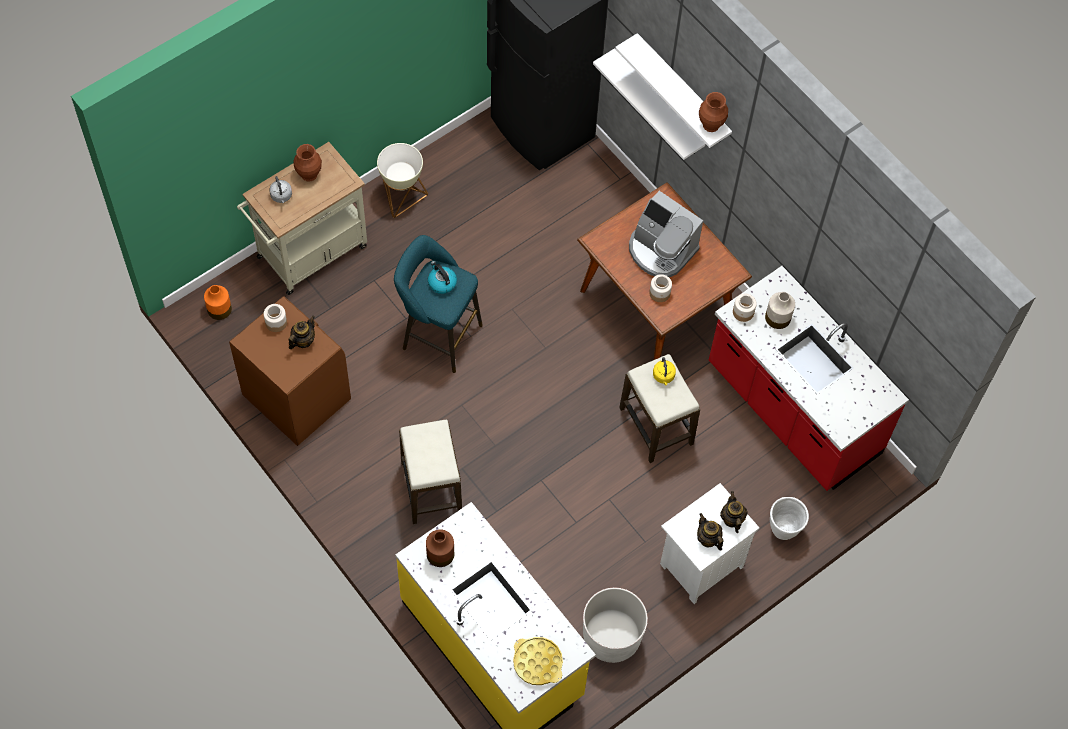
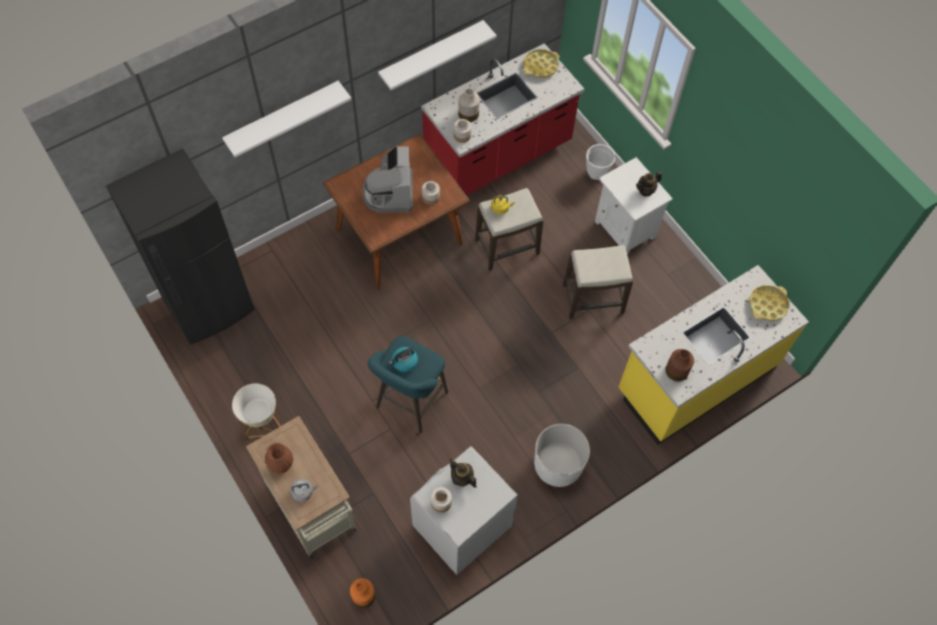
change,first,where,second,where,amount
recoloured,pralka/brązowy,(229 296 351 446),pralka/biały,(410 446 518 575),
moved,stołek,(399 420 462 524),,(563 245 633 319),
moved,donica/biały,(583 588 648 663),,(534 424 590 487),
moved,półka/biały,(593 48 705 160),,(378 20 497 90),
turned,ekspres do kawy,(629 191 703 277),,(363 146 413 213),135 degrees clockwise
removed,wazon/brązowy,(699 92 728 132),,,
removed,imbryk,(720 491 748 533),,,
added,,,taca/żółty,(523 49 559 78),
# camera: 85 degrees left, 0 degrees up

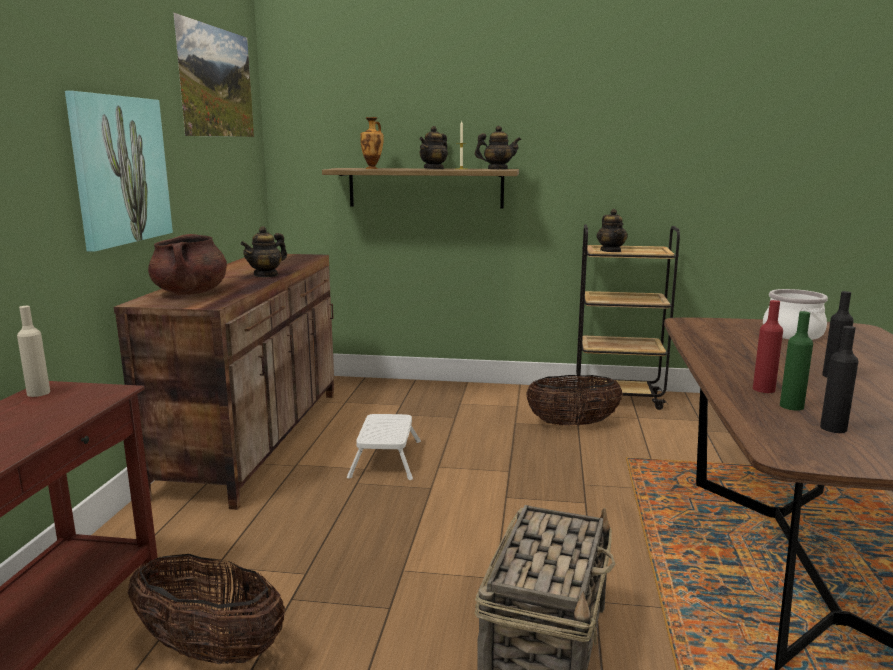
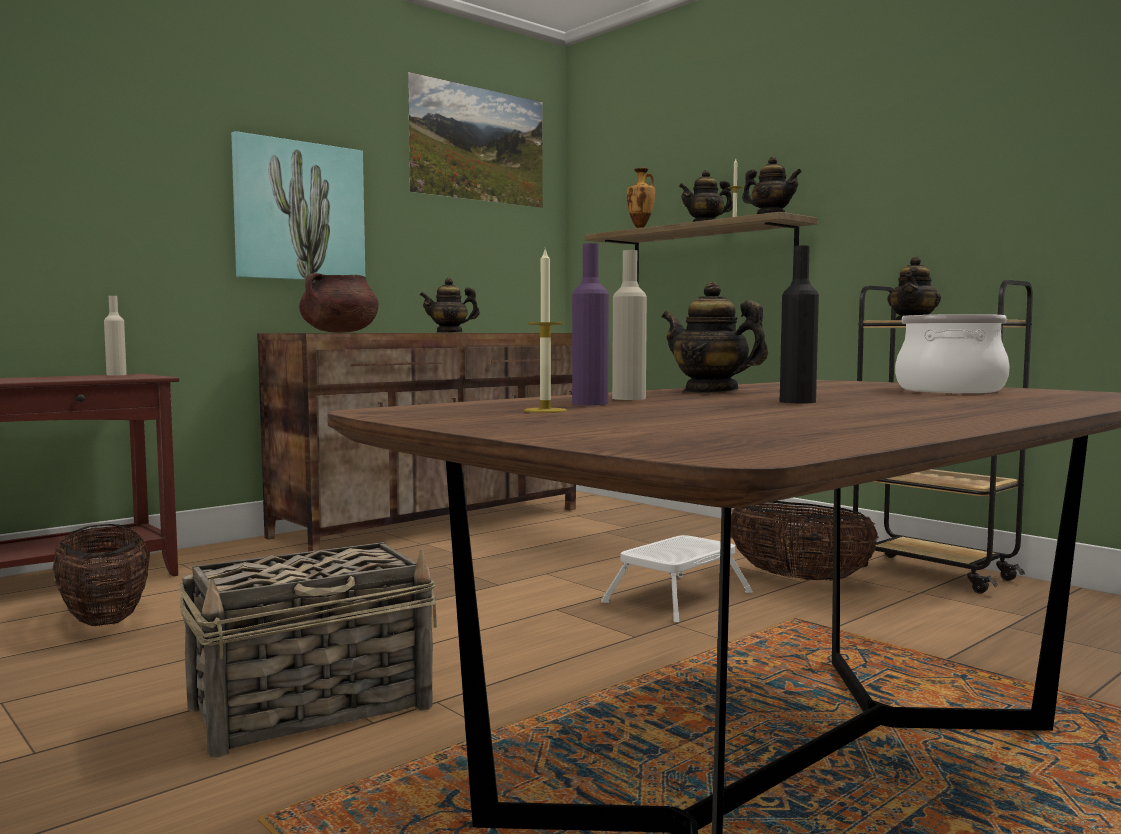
change,first,where,second,where,amount
moved,drabinka/biały,(347 414 421 480),,(601 535 753 622),
recoloured,butelka/czerwony,(753 300 783 393),butelka/beżowy,(612 250 647 400),
recoloured,butelka/zielony,(780 311 813 411),butelka/fioletowy,(572 243 609 405),
replaced,butelka/czarny,(820 326 858 433),świeca,(524 249 567 413),
added,,,imbryk,(662 282 768 393),
# camera: 40 degrees right, 10 degrees down

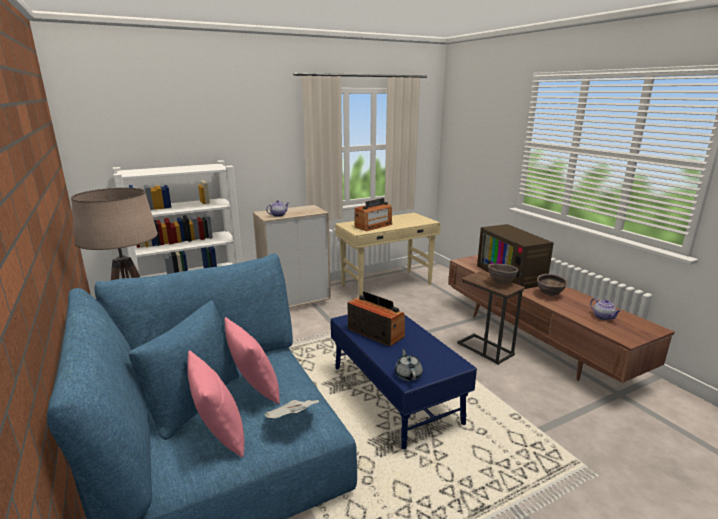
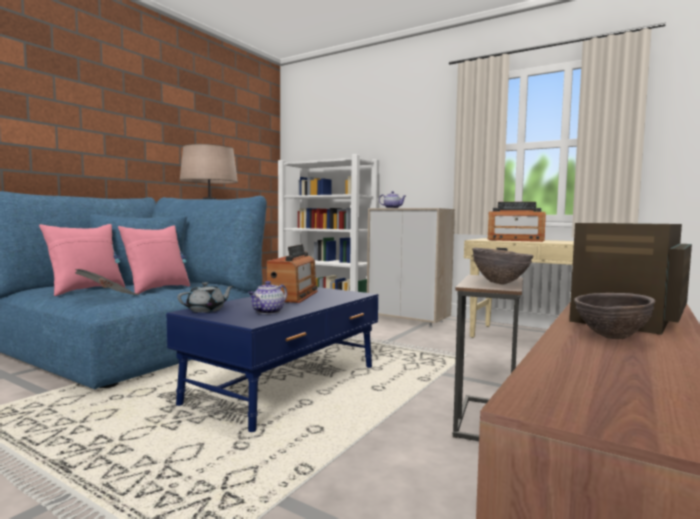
change,first,where,second,where,amount
moved,imbryk,(590 298 621 320),,(248 281 287 314),
# camera: 60 degrees right, 15 degrees down

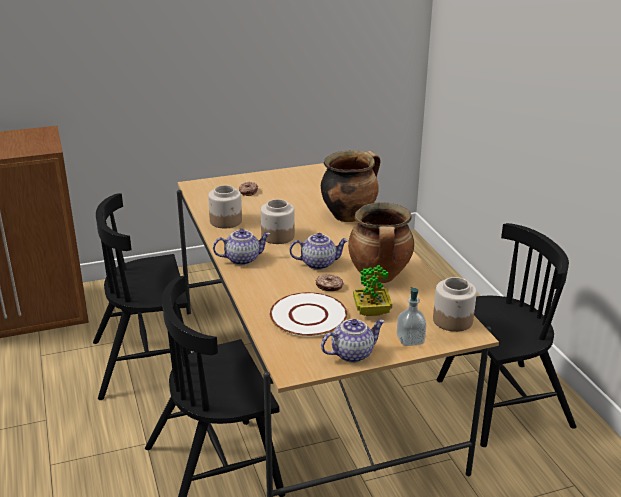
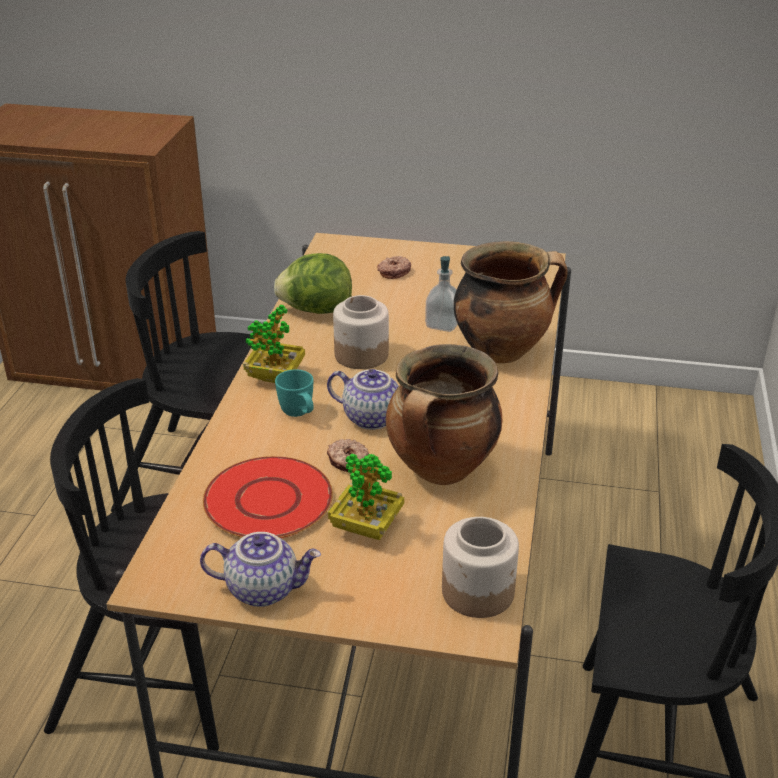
change,first,where,second,where,amount
replaced,słoik,(208 185 242 228),sałata,(274 253 352 314),
replaced,imbryk,(213 229 270 265),roślina doniczkowa,(243 305 305 383),
recoloured,talerz/biały,(270 292 347 337),talerz/czerwony,(203 456 333 538),
moved,dozownik mydła,(397 287 427 346),,(425 256 458 332),
added,,,kubek/turkusowy,(275 369 314 417),
# camera: 30 degrees right, 5 degrees up

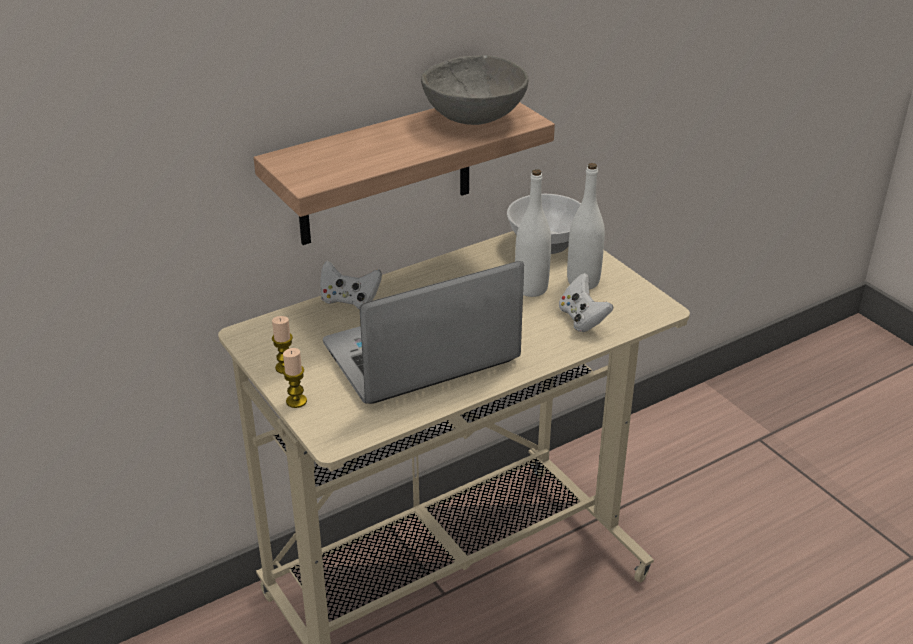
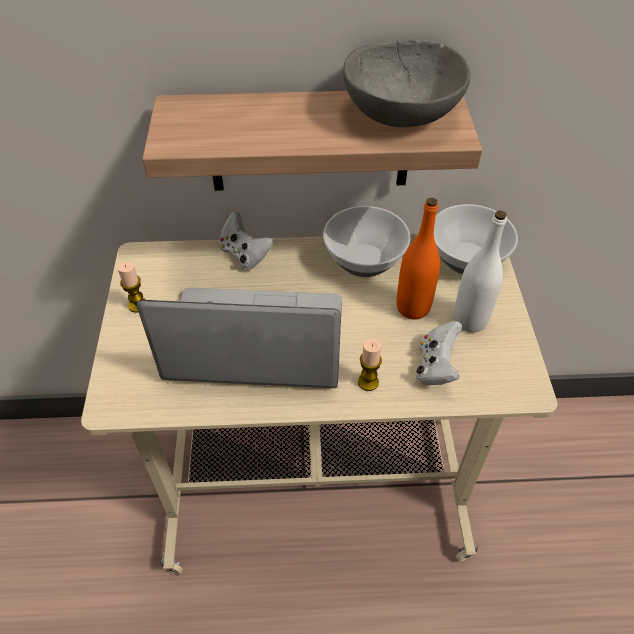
change,first,where,second,where,amount
moved,świeca,(283 348 307 408),,(358 339 382 391),
recoloured,butelka/biały,(515 169 551 297),butelka/pomarańczowy,(397 198 440 320),
added,,,miska,(323 206 410 277),
# camera: 30 degrees right, 15 degrees up

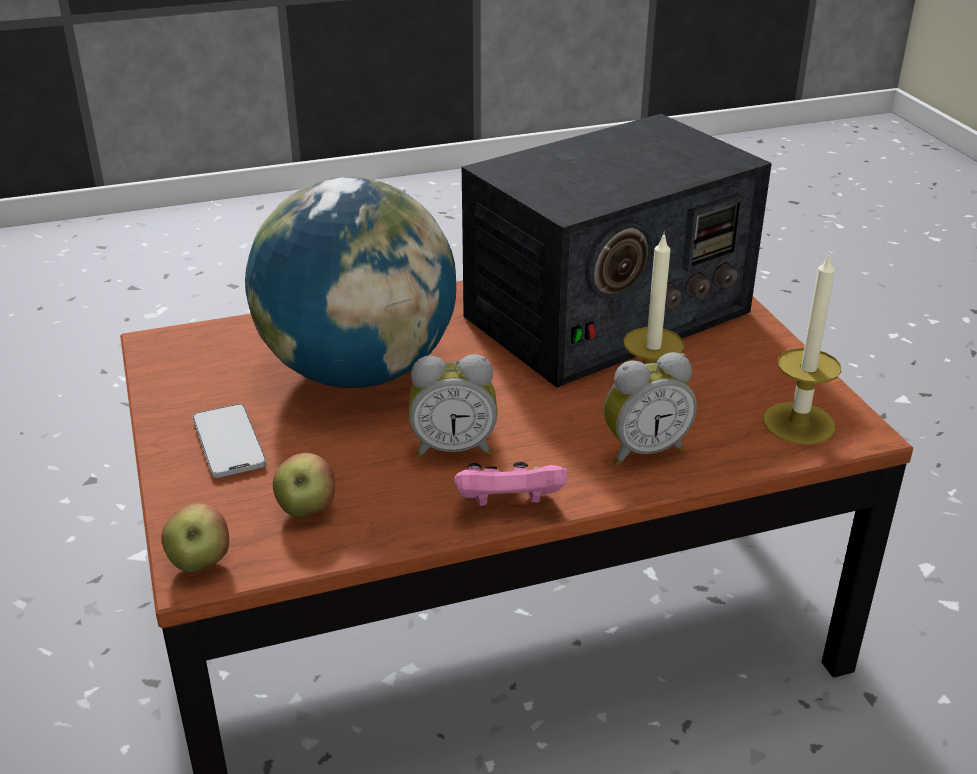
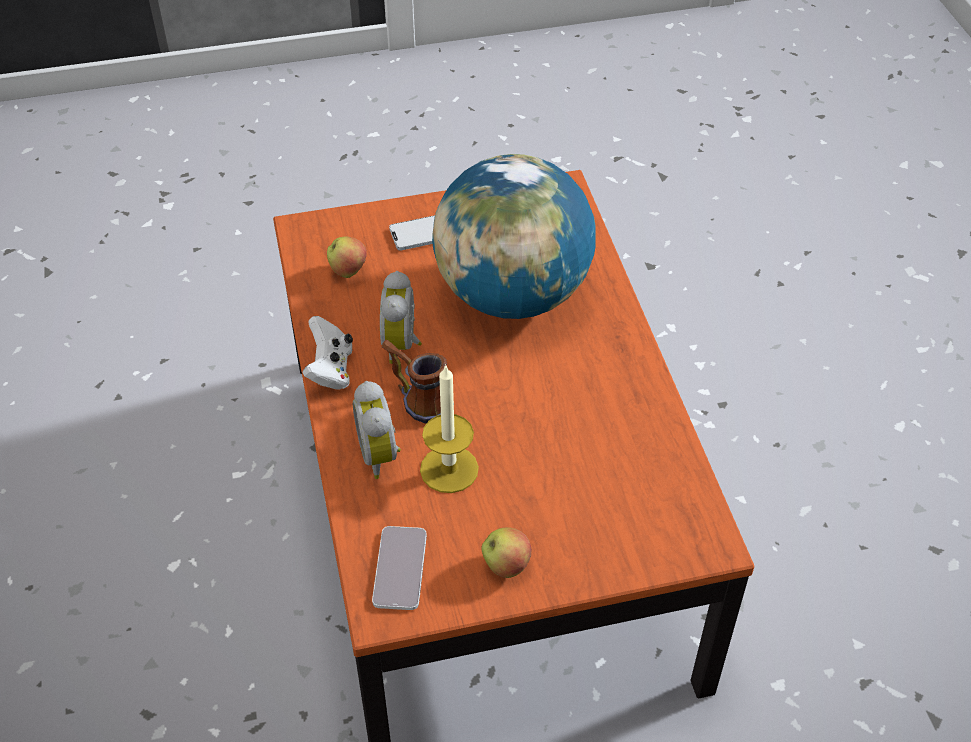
change,first,where,second,where,amount
moved,jabłko,(161 503 229 573),,(481 527 532 578),
recoloured,pad do gier/różowy,(454 462 567 506),pad do gier/biały,(302 316 353 390),
removed,radio,(462 114 772 387),,,
replaced,świeca,(763 252 842 445),telefon,(372 526 427 610),
added,,,kubek,(382 340 447 424),
# camera: 95 degrees right, 15 degrees up

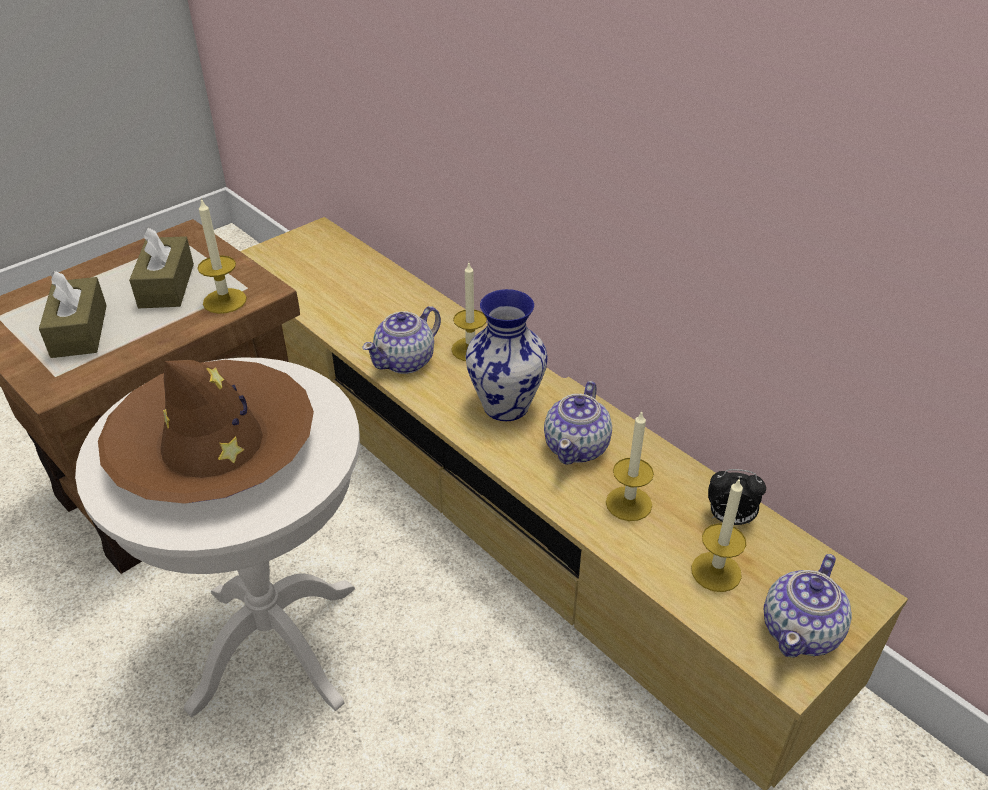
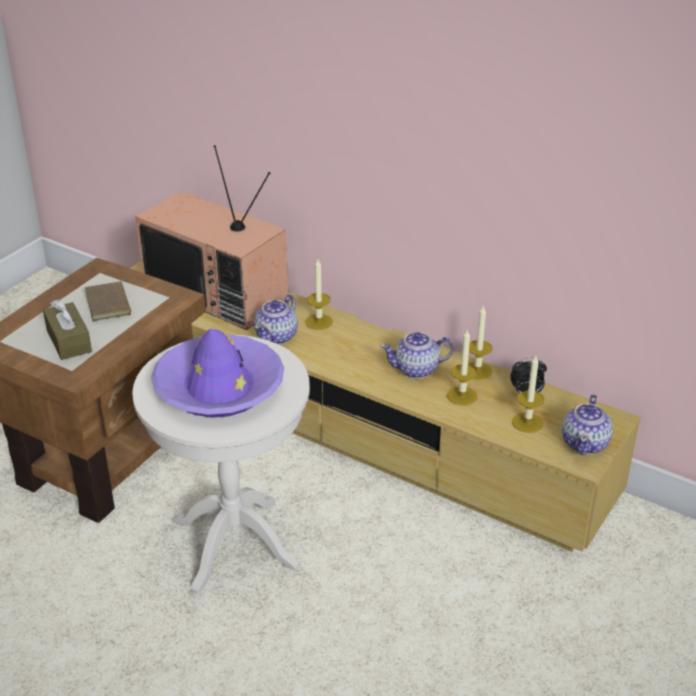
change,first,where,second,where,amount
recoloured,kapelusz/brązowy,(98 360 314 504),kapelusz/fioletowy,(151 329 284 418),
replaced,pudełko chusteczek/brązowy,(129 227 194 308),książka/brązowy,(85 279 134 321),
moved,świeca,(197 198 247 314),,(468 306 492 380),
removed,wazon,(465 289 548 421),,,
turned,imbryk,(544 381 612 465),,(380 332 454 378),75 degrees clockwise
added,,,telewizor,(135 145 288 330),
# camera: 15 degrees left, 5 degrees down

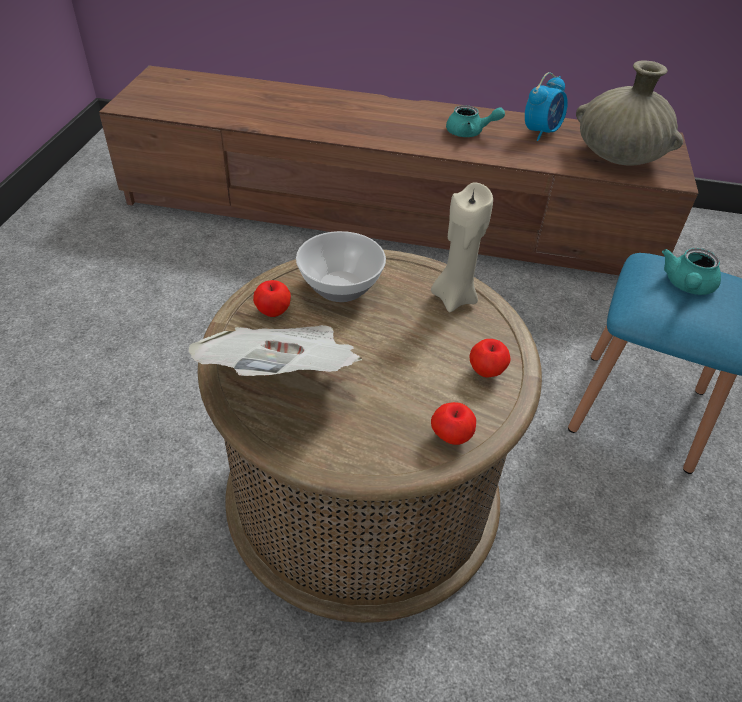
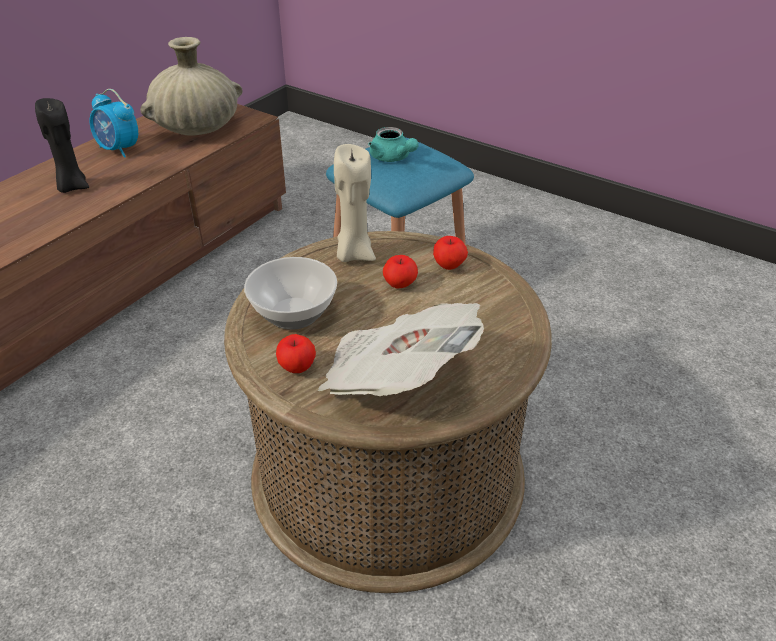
change,first,where,second,where,amount
moved,jabłko,(431 402 476 445),,(383 255 418 288),
replaced,imbryk/turkusowy,(446 105 505 137),świeca/czarny,(35 98 89 193),
turned,budzik,(525 72 568 141),,(90 89 138 158),150 degrees clockwise
# camera: 65 degrees left, 5 degrees down

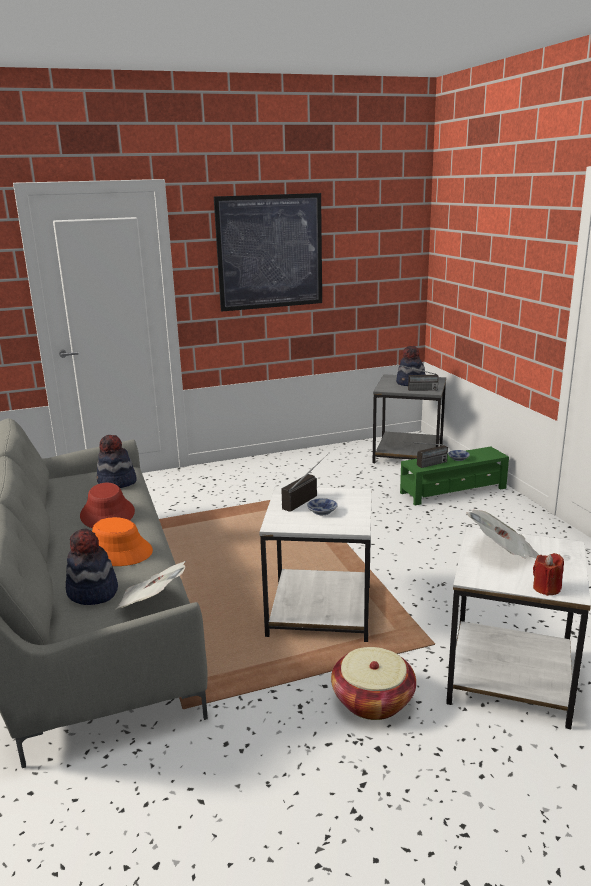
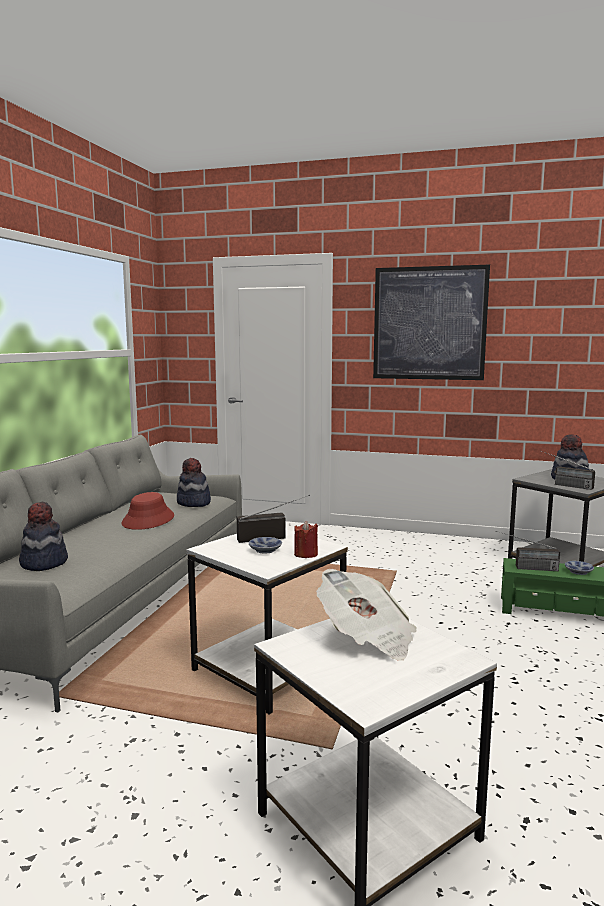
change,first,where,second,where,amount
removed,kapelusz/pomarańczowy,(92 517 153 566),,,
removed,gazeta,(115 561 186 610),,,
removed,koszyk,(331 647 416 720),,,
moved,świeca/czerwony,(533 553 564 596),,(294 521 318 558),
# camera: 35 degrees right, 10 degrees down

